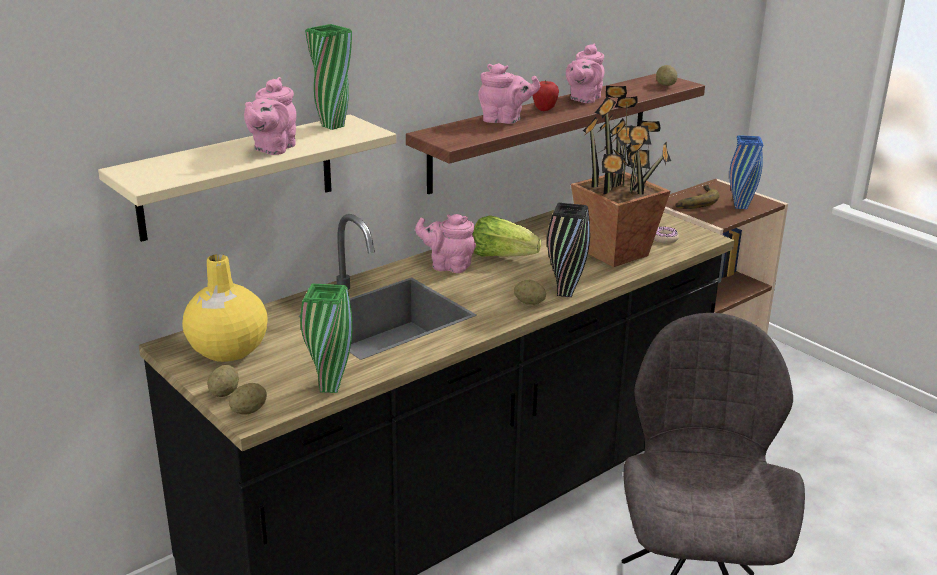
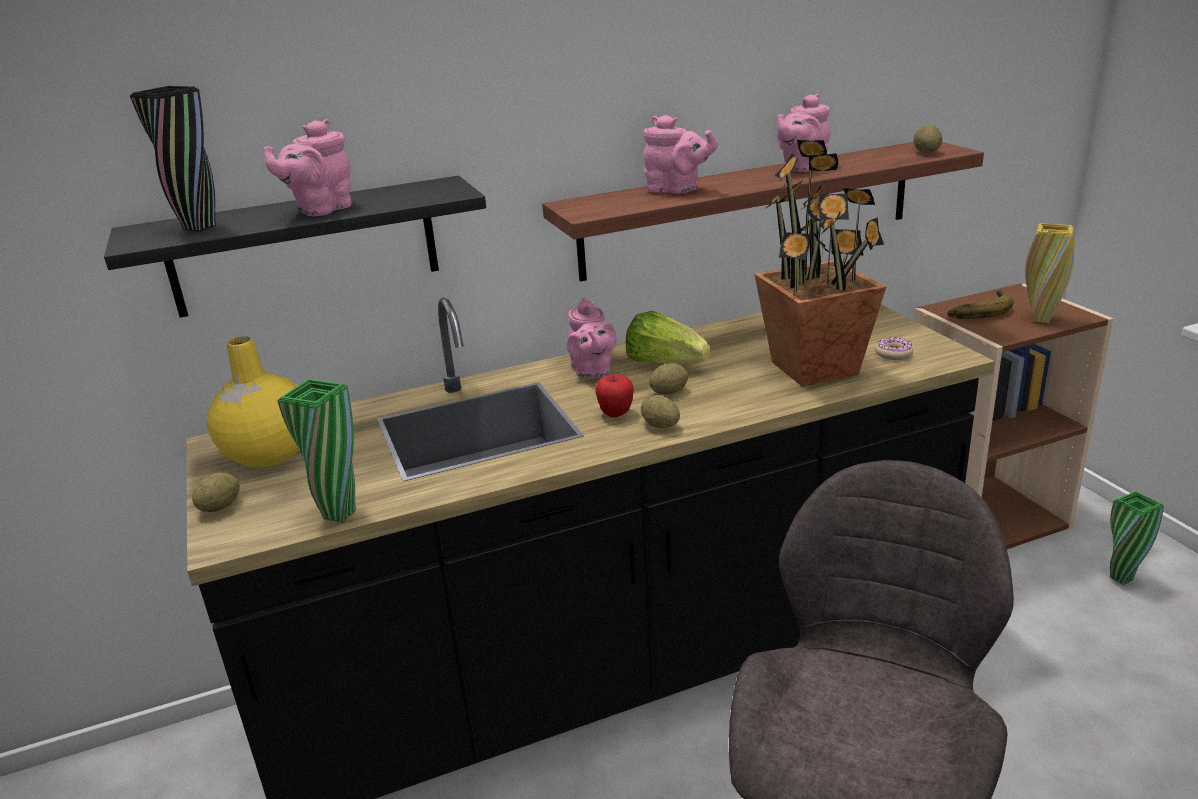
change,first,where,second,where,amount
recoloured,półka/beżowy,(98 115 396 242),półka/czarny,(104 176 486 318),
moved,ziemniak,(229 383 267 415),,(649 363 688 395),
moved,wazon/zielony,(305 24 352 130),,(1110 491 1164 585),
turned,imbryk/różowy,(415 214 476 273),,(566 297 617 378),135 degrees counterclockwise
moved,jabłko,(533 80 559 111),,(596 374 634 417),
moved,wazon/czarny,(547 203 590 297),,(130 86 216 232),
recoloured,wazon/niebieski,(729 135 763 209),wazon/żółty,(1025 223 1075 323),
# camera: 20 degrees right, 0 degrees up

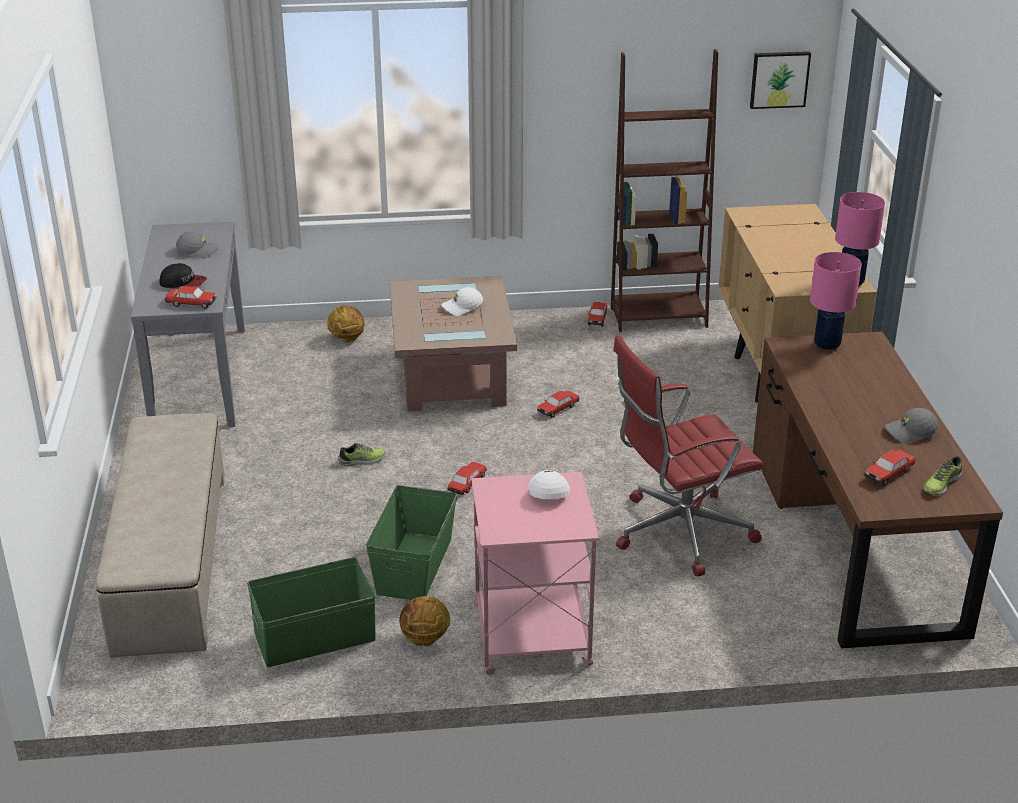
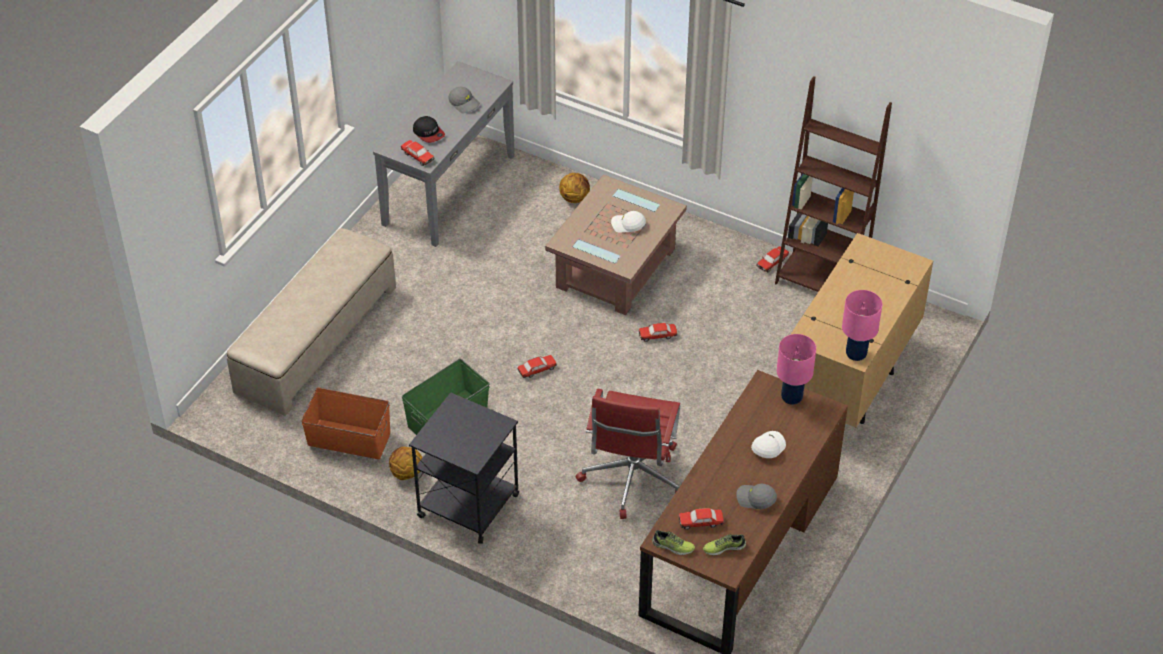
change,first,where,second,where,amount
recoloured,pojemnik do przechowywania/zielony,(247 557 376 667),pojemnik do przechowywania/pomarańczowy,(301 388 390 459),
moved,but,(338 443 386 466),,(652 530 695 555),
recoloured,wózek/różowy,(471 472 599 675),wózek/czarny,(409 392 519 544),
moved,czapka z daszkiem/biały,(528 470 570 499),,(751 431 786 458),
turned,krzesło biurowe/czerwony,(613 335 764 577),,(576 389 680 519),90 degrees counterclockwise
removed,obraz,(750 51 811 109),,,
# camera: 35 degrees right, 15 degrees up

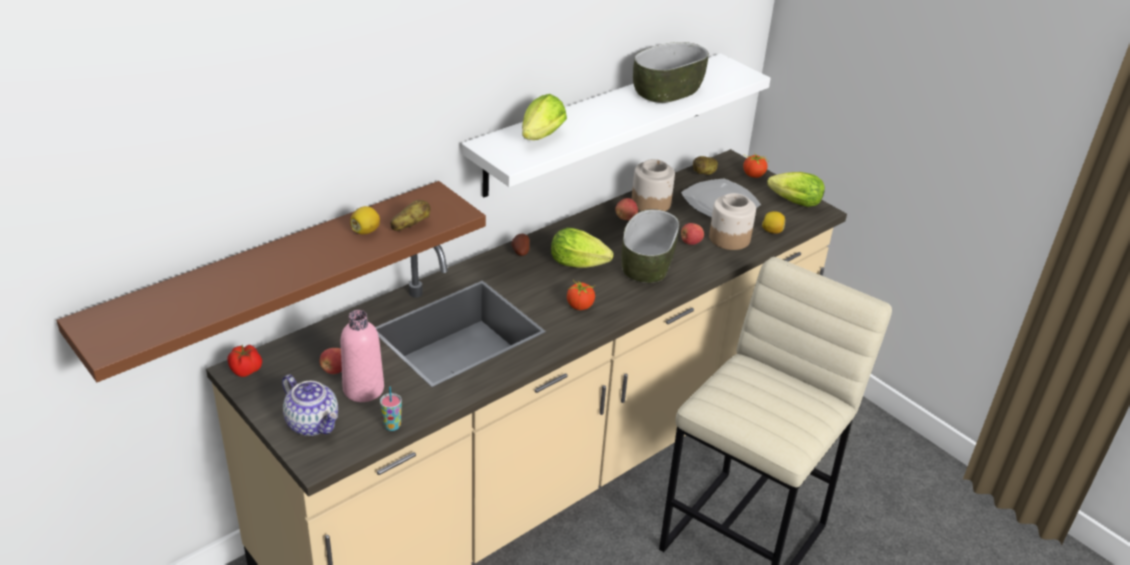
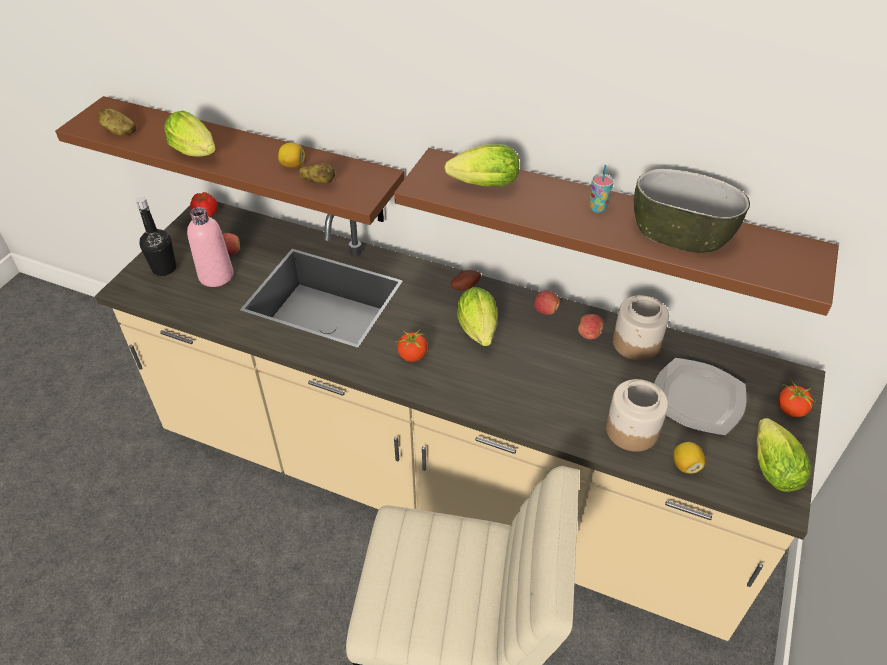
change,first,where,second,where,amount
replaced,imbryk,(282 375 338 436),butelka/czarny,(136 197 176 276),
moved,filiżanka,(380 387 402 431),,(590 165 614 213),
recoloured,półka/biały,(461 53 771 197),półka/brązowy,(394 148 839 316),
removed,miska,(621 209 679 283),,,
moved,jabłko,(681 223 704 245),,(534 290 560 315),
moved,ziemniak,(693 156 718 175),,(97 108 136 136),
added,,,sałata,(164 111 216 157),
# camera: 65 degrees right, 10 degrees up

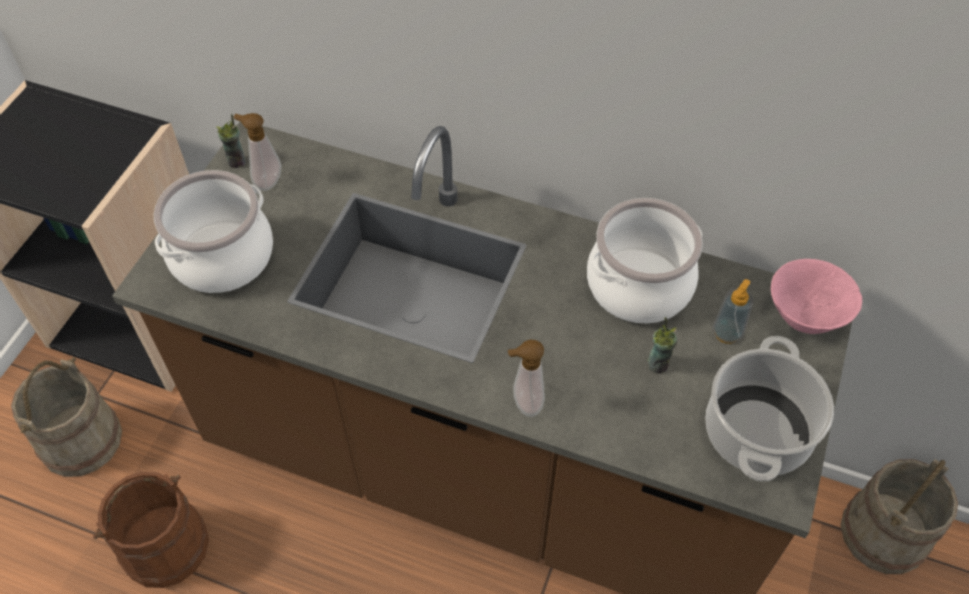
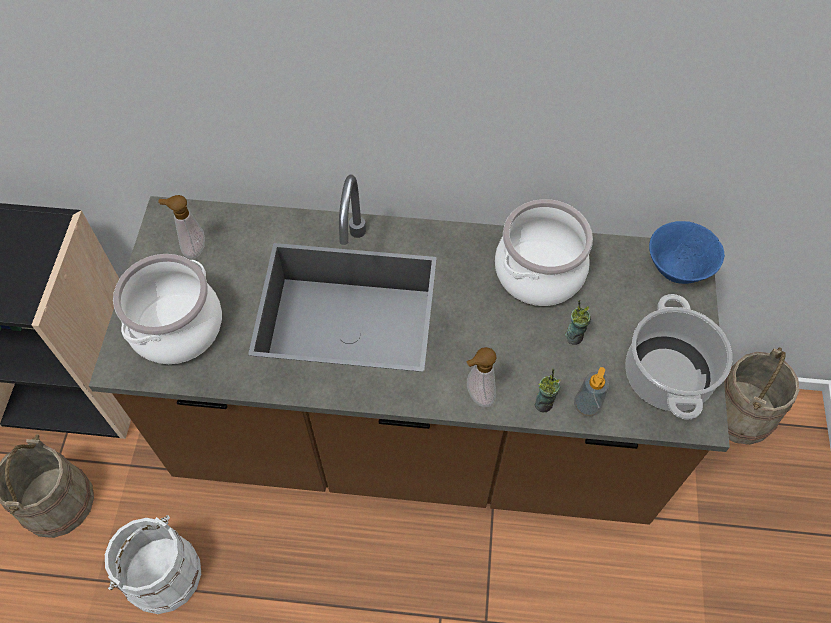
change,first,where,second,where,amount
recoloured,wiadro/brązowy,(93 472 209 588),wiadro/biały,(105 515 201 614),
moved,filiżanka,(216 114 246 168),,(535 369 561 412),
moved,dozownik mydła,(713 279 753 344),,(574 367 609 417),
recoloured,miska/różowy,(771 259 862 334),miska/niebieski,(649 221 725 284),
# camera: 15 degrees left, 5 degrees up

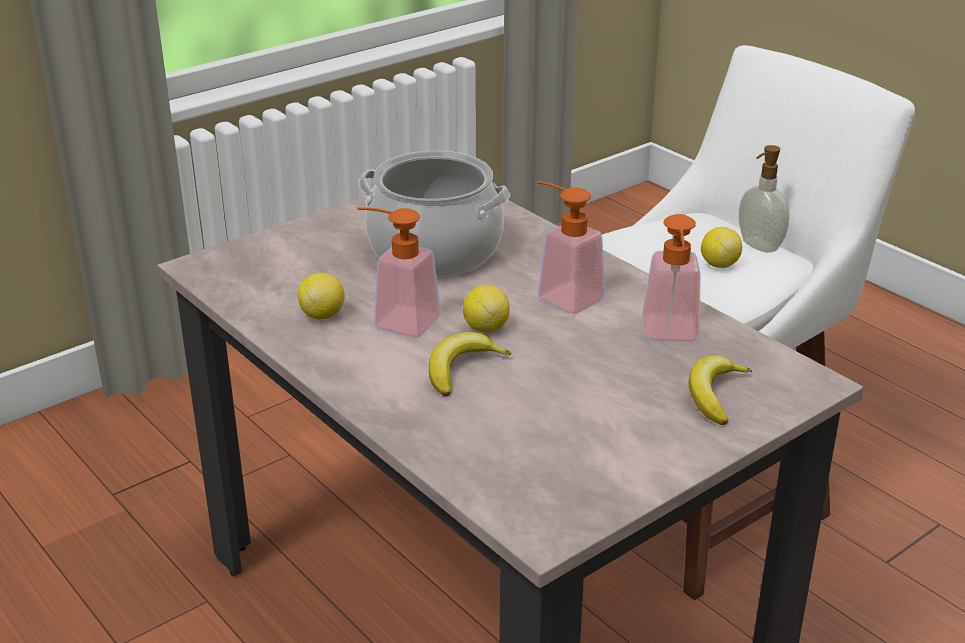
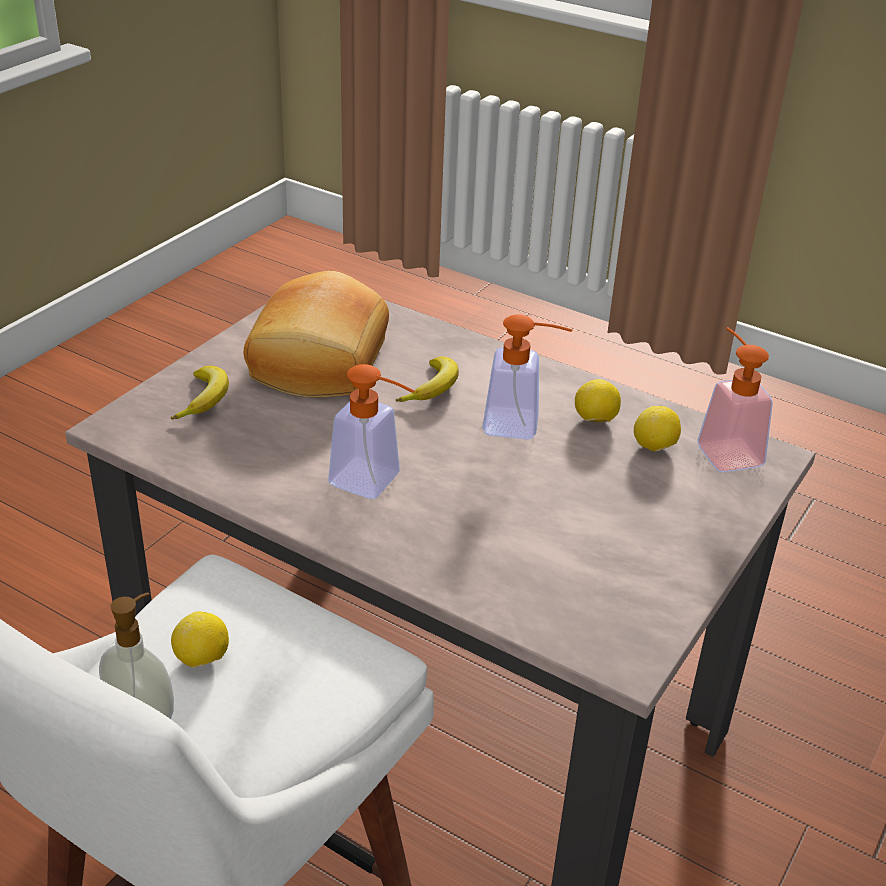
change,first,where,second,where,amount
removed,garnek,(358 151 511 277),,,
moved,cytryna,(463 285 510 332),,(634 406 681 452),
moved,dozownik mydła,(642 214 700 342),,(698 327 773 472),
added,,,chleb,(244 271 389 397),
# camera: 160 degrees right, 5 degrees up

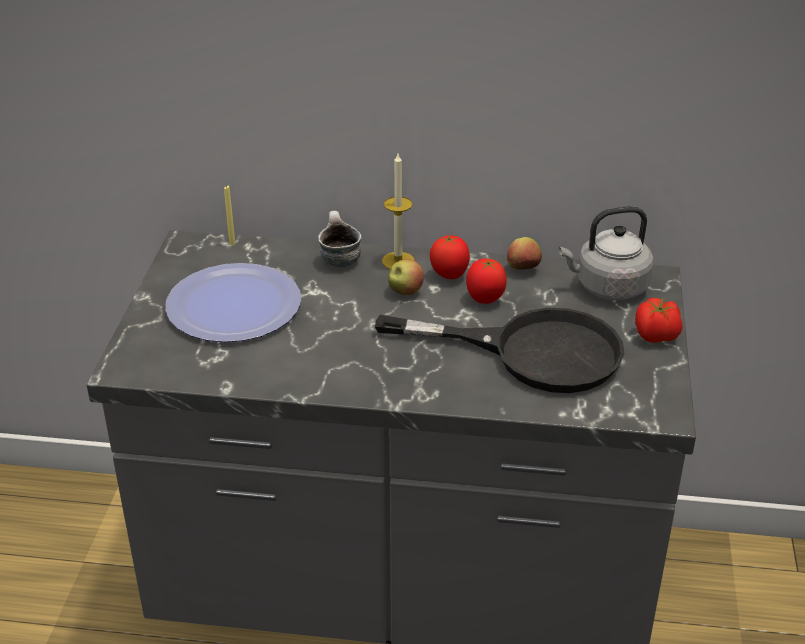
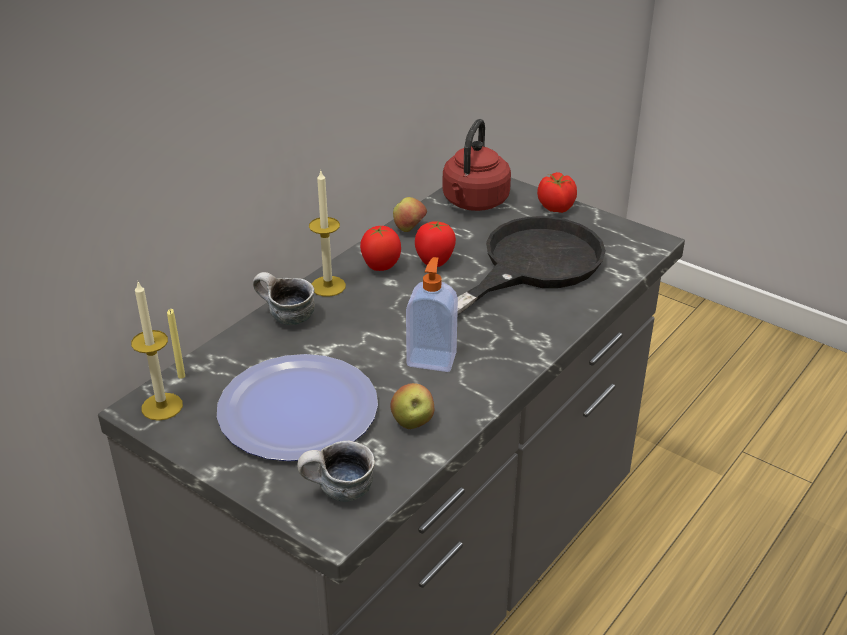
change,first,where,second,where,amount
moved,jabłko,(388 259 424 295),,(390 383 434 429),
recoloured,czajnik/szary,(559 206 654 300),czajnik/czerwony,(442 119 511 211),
added,,,świeca,(131 282 183 421),
added,,,kubek,(298 441 375 502),
added,,,dozownik mydła,(406 257 458 372),
# camera: 60 degrees left, 0 degrees up

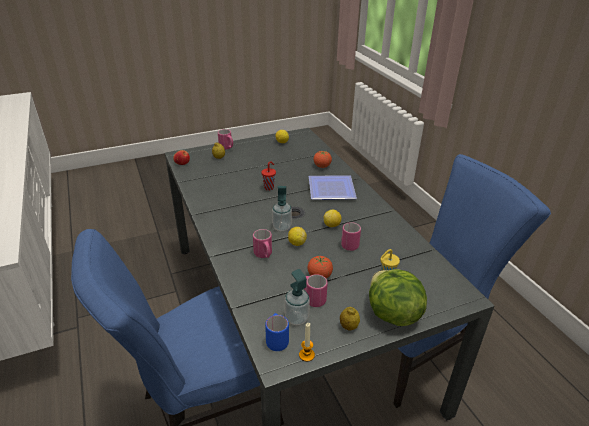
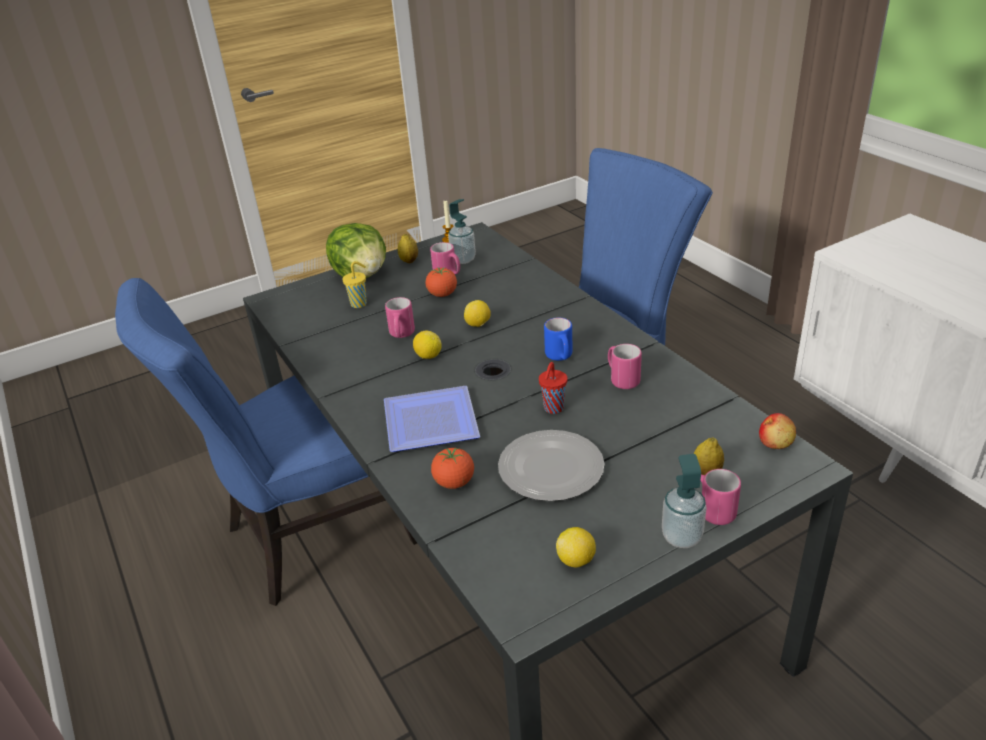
change,first,where,second,where,amount
moved,kubek/różowy,(253 229 272 258),,(608 344 642 389),
moved,kubek/niebieski,(265 313 289 351),,(544 318 572 361),
moved,dozownik mydła,(272 186 292 231),,(662 454 707 548),
added,,,talerz,(498 430 605 501),
# camera: 175 degrees right, 0 degrees up

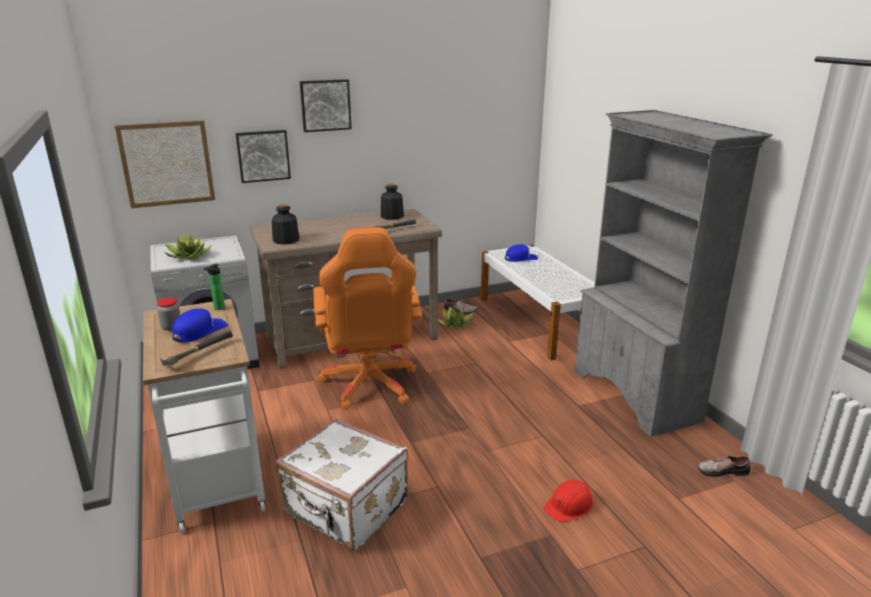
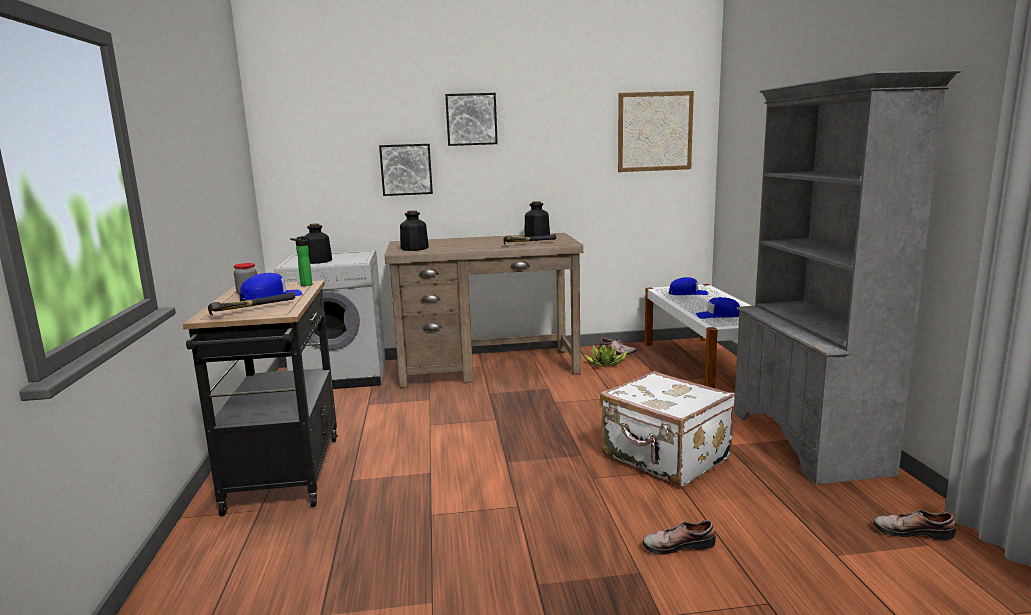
change,first,where,second,where,amount
moved,obraz,(115 120 215 208),,(618 90 694 172),
recoloured,wózek/biały,(143 299 266 533),wózek/czarny,(183 280 338 516),
replaced,roślina doniczkowa,(165 234 212 260),butelka,(305 223 332 264),
moved,walizka/biały,(275 418 408 551),,(600 371 735 487),
removed,krzesło biurowe/pomarańczowy,(313 227 422 410),,,
replaced,kask/czerwony,(544 480 594 522),but,(643 520 716 554),
added,,,czapka z daszkiem/niebieski,(695 297 740 319),
# camera: 15 degrees right, 10 degrees down

